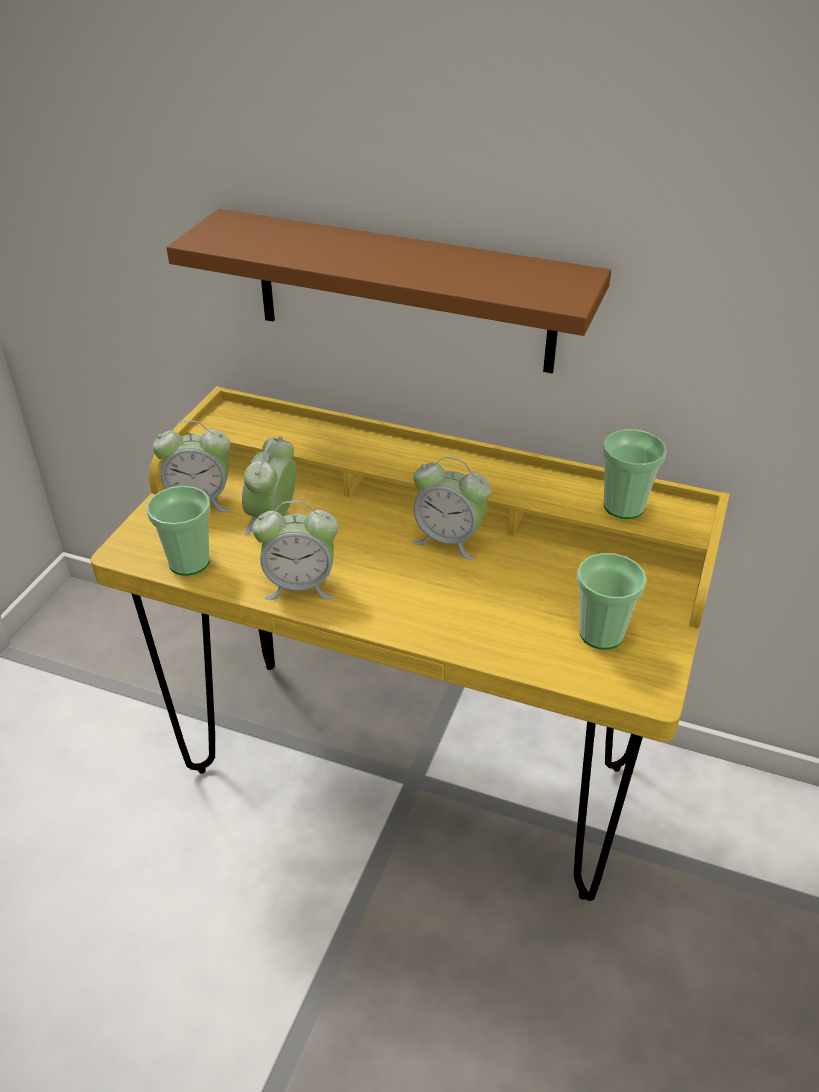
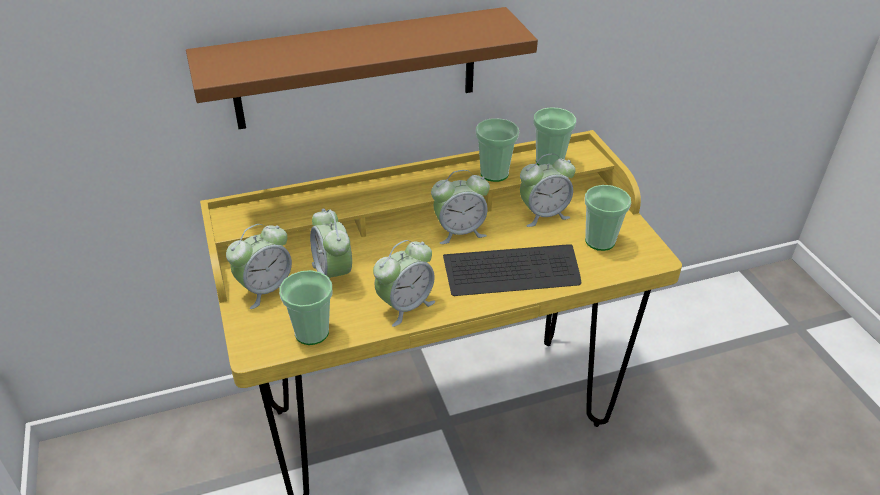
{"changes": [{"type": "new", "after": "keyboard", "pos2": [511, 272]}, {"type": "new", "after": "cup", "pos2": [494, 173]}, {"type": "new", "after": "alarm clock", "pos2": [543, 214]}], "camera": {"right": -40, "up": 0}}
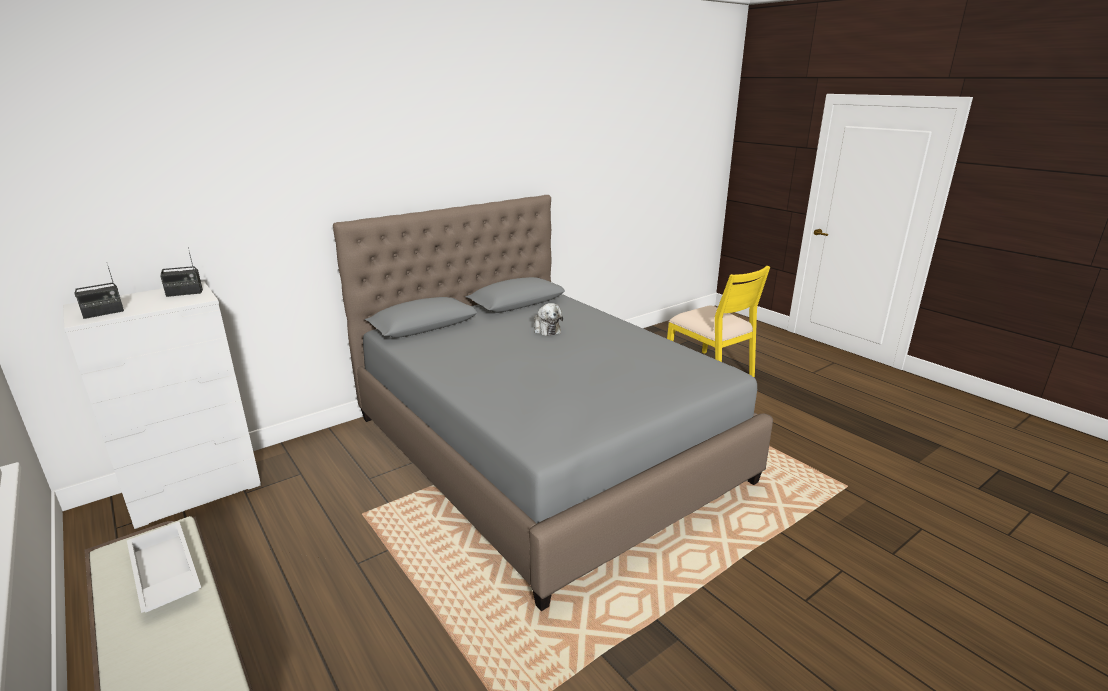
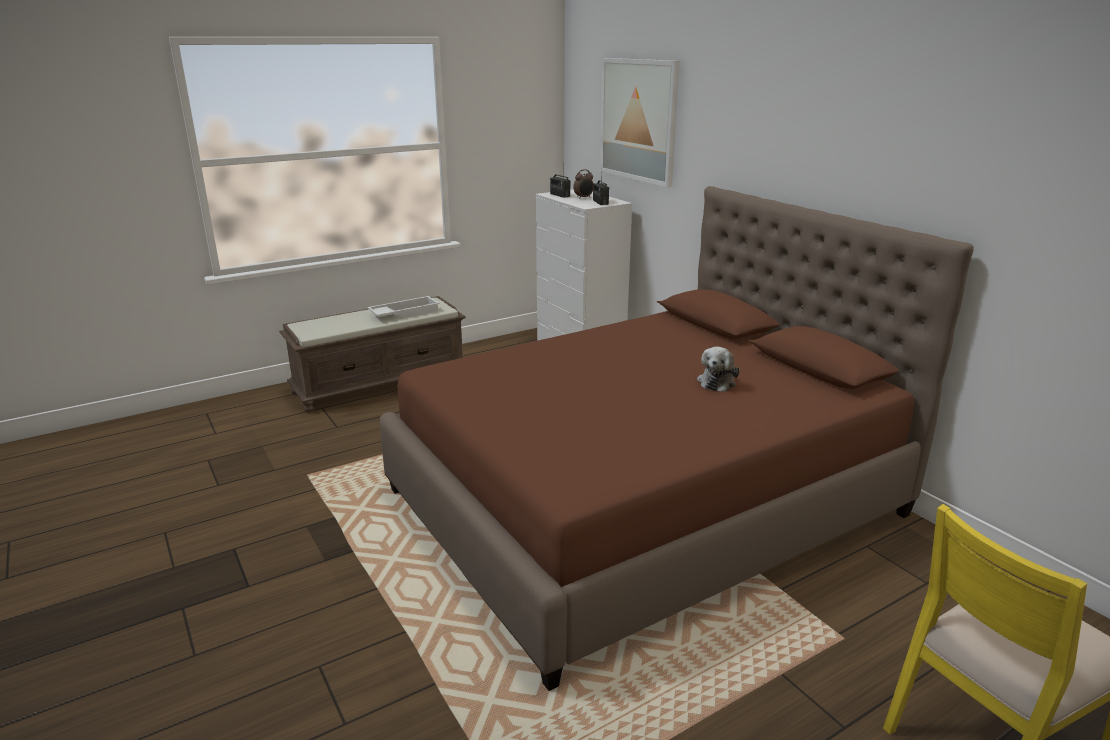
{"changes": [{"type": "repainted", "before": "grey bed", "after": "brown bed", "pos1": [544, 448], "pos2": [644, 503]}, {"type": "new", "after": "alarm clock", "pos2": [583, 198]}, {"type": "new", "after": "picture", "pos2": [638, 120]}, {"type": "rotated", "before": "plush toy", "pos1": [546, 329], "pos2": [717, 381], "turn": -45}], "camera": {"right": 95, "up": 0}}
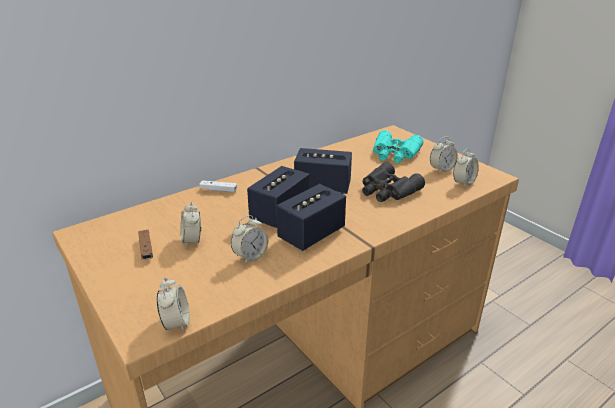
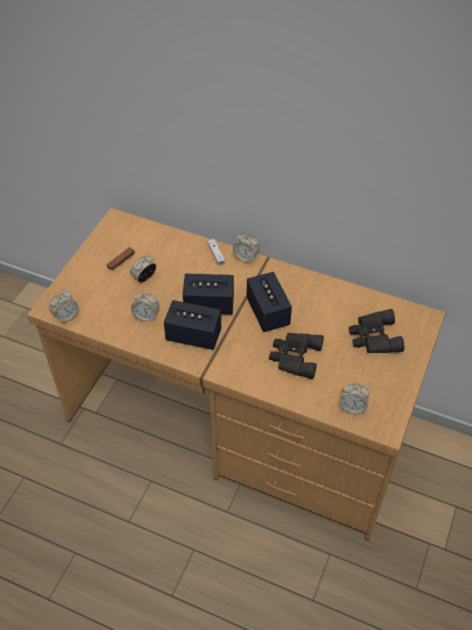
{"changes": [{"type": "shifted", "before": "alarm clock", "pos1": [441, 169], "pos2": [245, 257]}, {"type": "repainted", "before": "turquoise binoculars", "after": "black binoculars", "pos1": [395, 153], "pos2": [373, 337]}], "camera": {"right": 60, "up": 20}}
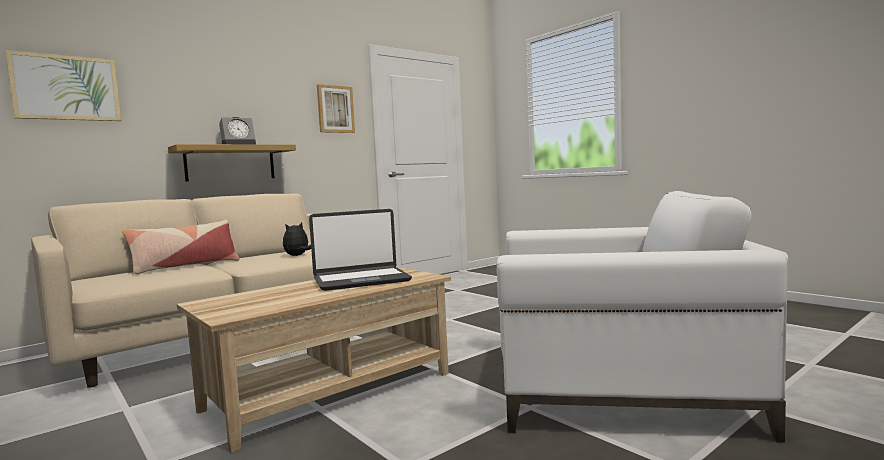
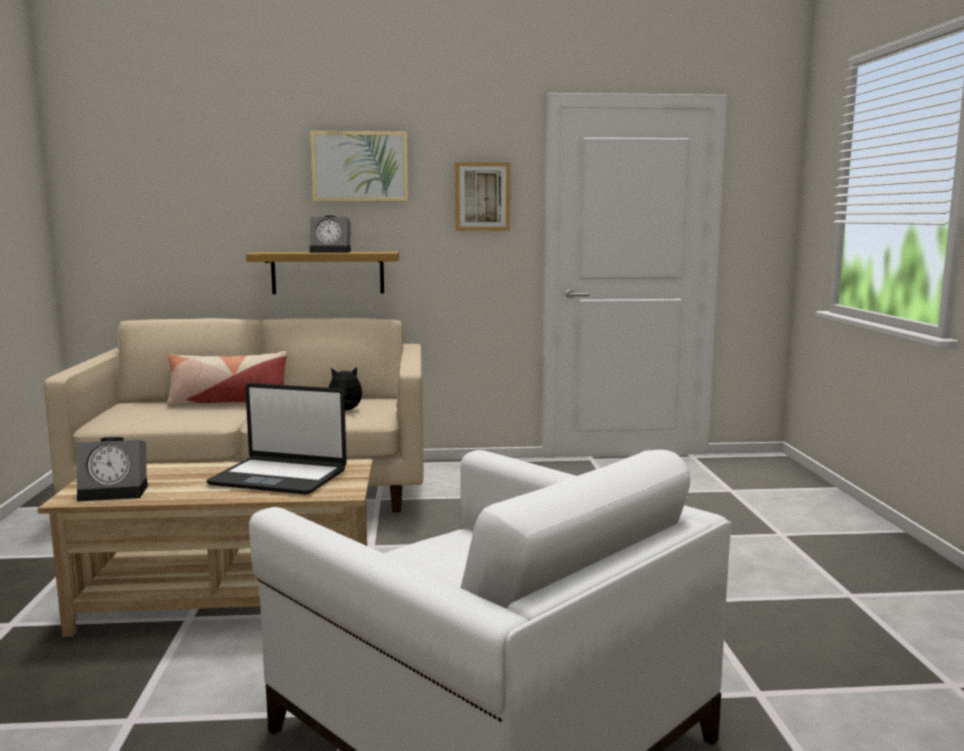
{"changes": [{"type": "new", "after": "alarm clock", "pos2": [116, 492]}, {"type": "shifted", "before": "picture", "pos1": [66, 88], "pos2": [360, 166]}], "camera": {"right": 35, "up": 5}}
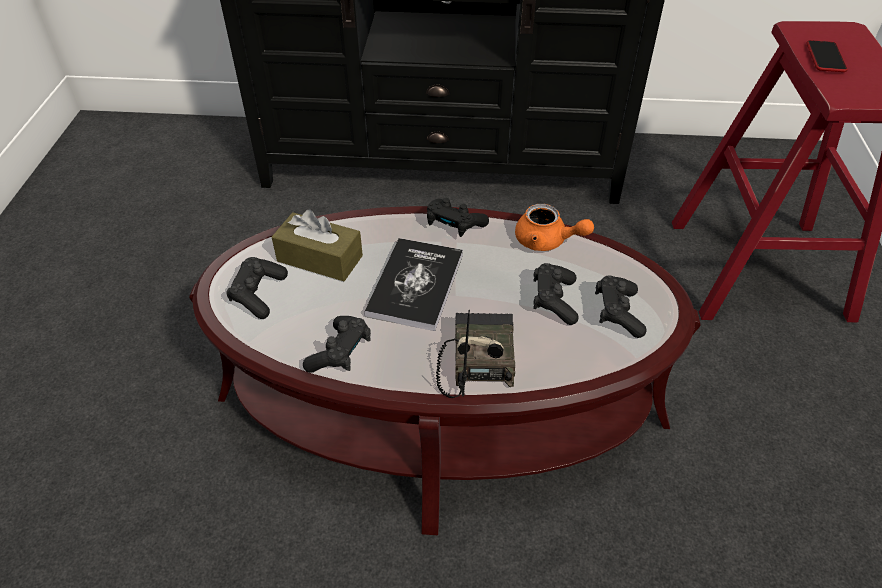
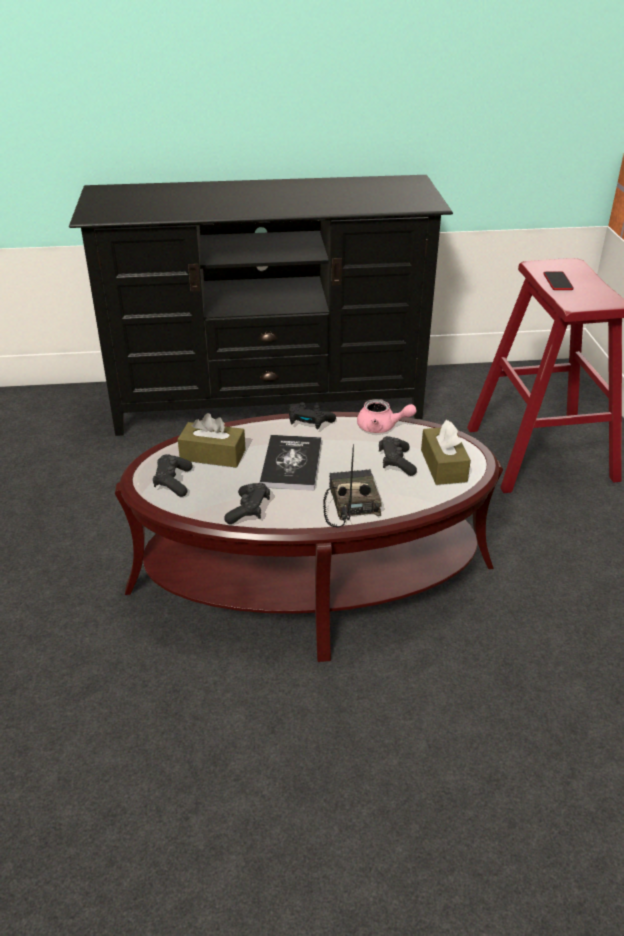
{"changes": [{"type": "repainted", "before": "orange teapot", "after": "pink teapot", "pos1": [547, 241], "pos2": [382, 427]}, {"type": "swapped", "before": "black game controller", "after": "brown tissue box", "pos1": [617, 313], "pos2": [443, 465]}], "camera": {"right": -10, "up": -10}}
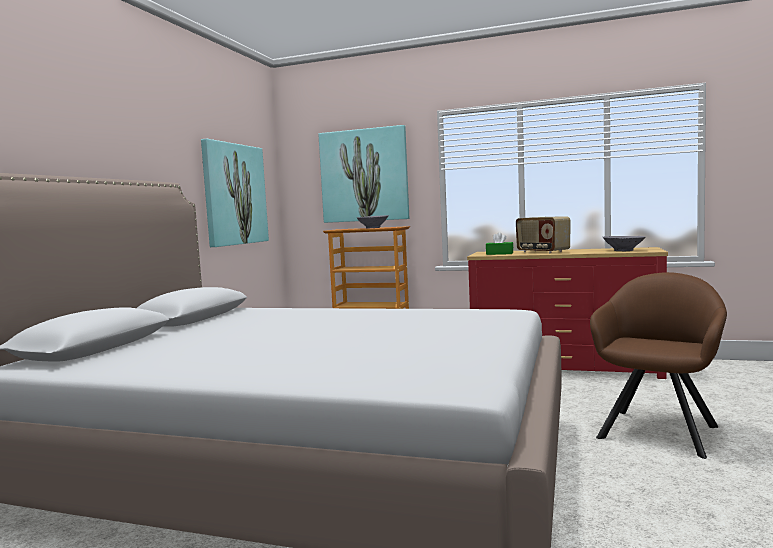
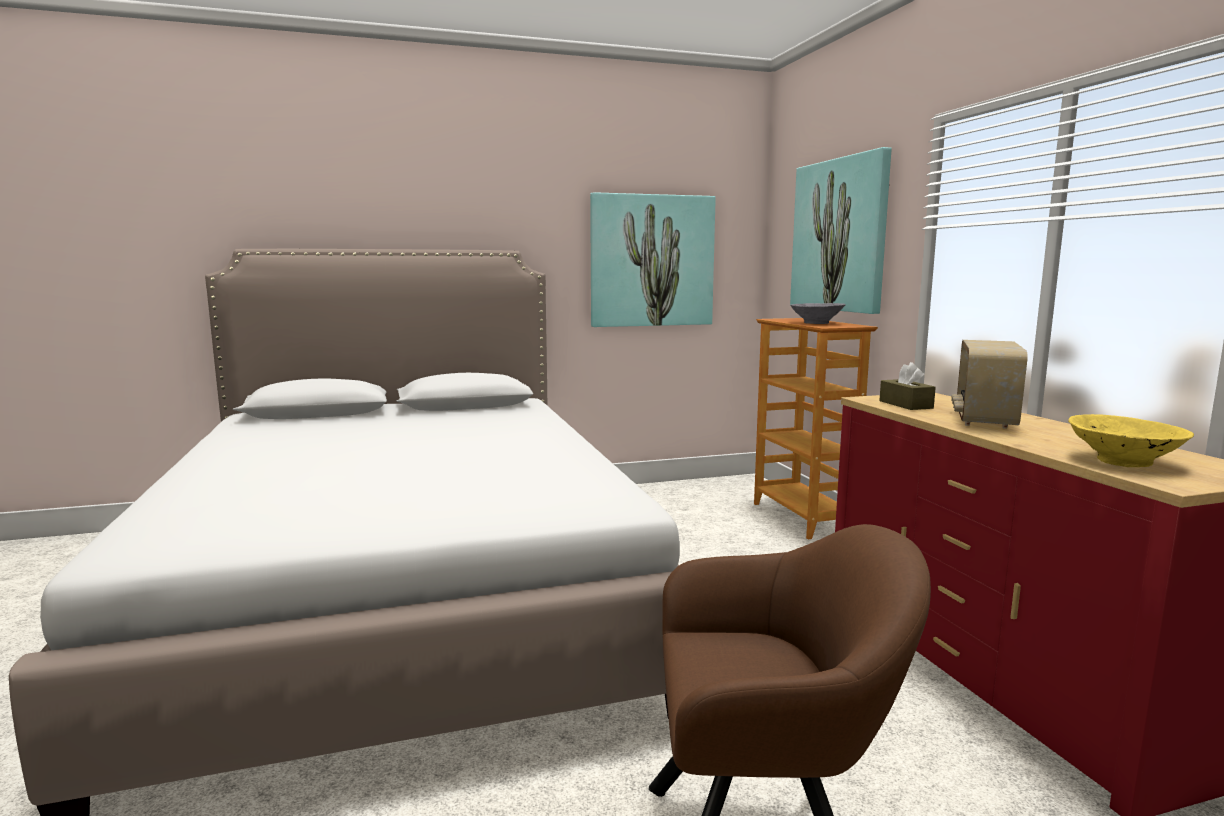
{"changes": [{"type": "repainted", "before": "green tissue box", "after": "brown tissue box", "pos1": [499, 254], "pos2": [905, 404]}, {"type": "repainted", "before": "grey bowl", "after": "yellow bowl", "pos1": [623, 250], "pos2": [1121, 461]}], "camera": {"right": 55, "up": 5}}
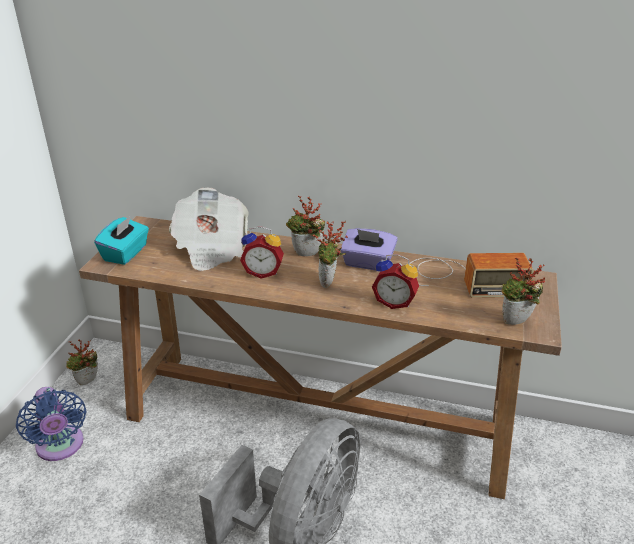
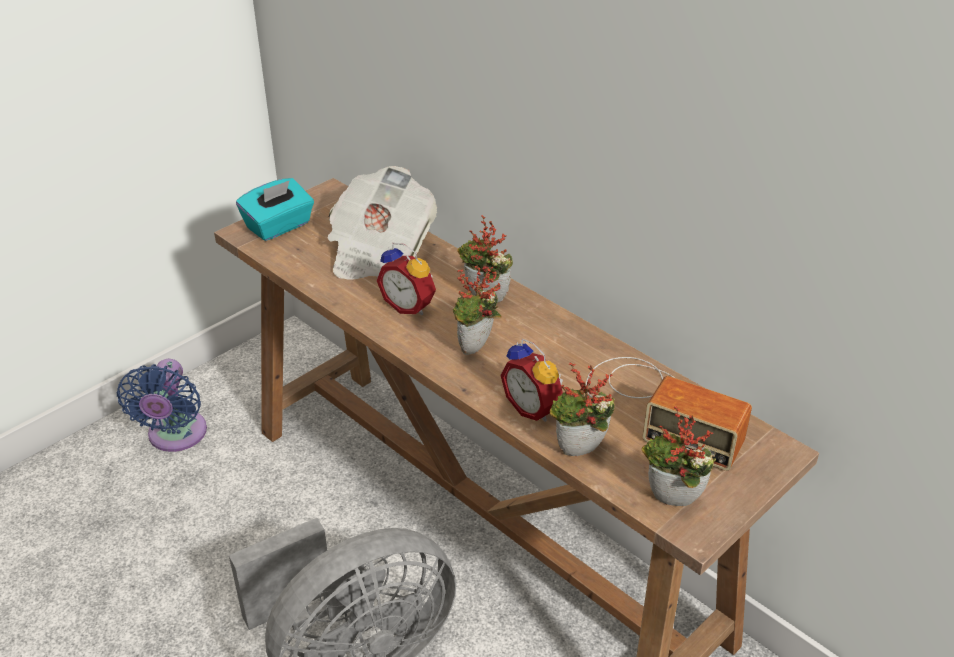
{"changes": [{"type": "shifted", "before": "potted plant", "pos1": [88, 382], "pos2": [579, 454]}, {"type": "gone", "before": "purple tissue box", "pos1": [367, 263]}], "camera": {"right": 30, "up": 5}}
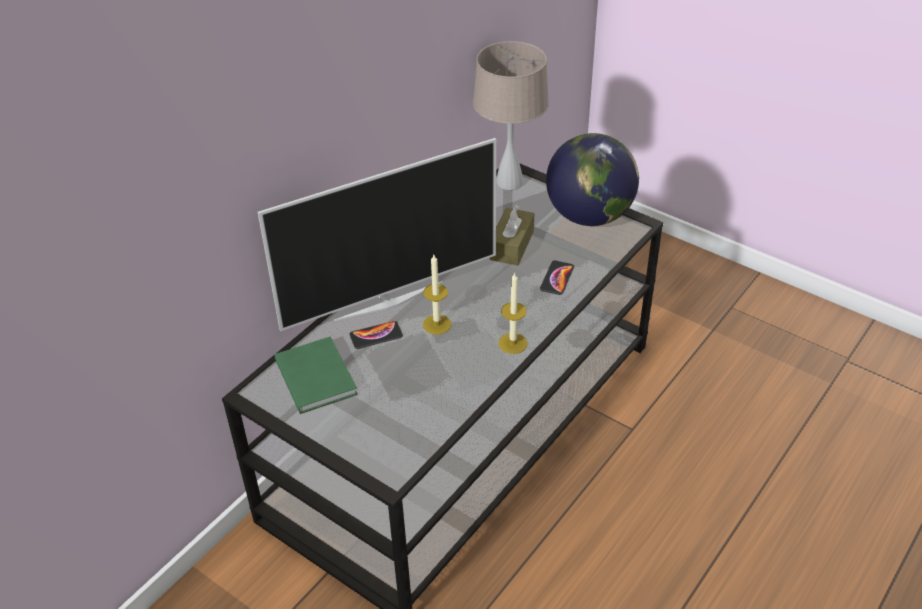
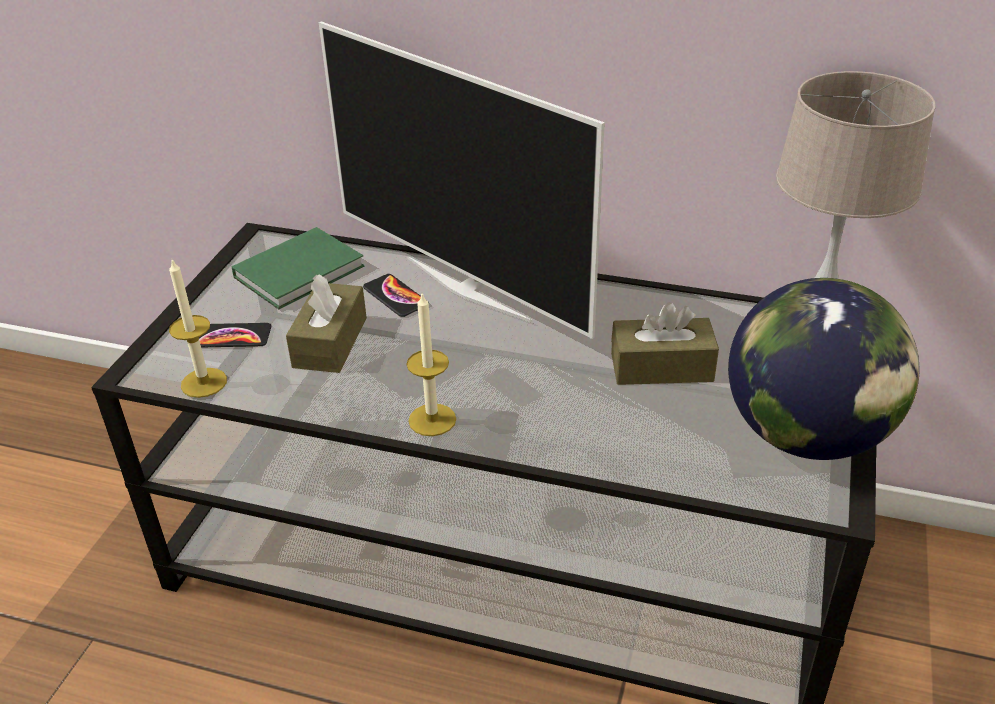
{"changes": [{"type": "shifted", "before": "candle", "pos1": [437, 324], "pos2": [204, 382]}, {"type": "shifted", "before": "phone", "pos1": [557, 278], "pos2": [232, 337]}, {"type": "new", "after": "brown tissue box", "pos2": [330, 342]}], "camera": {"right": 70, "up": -5}}
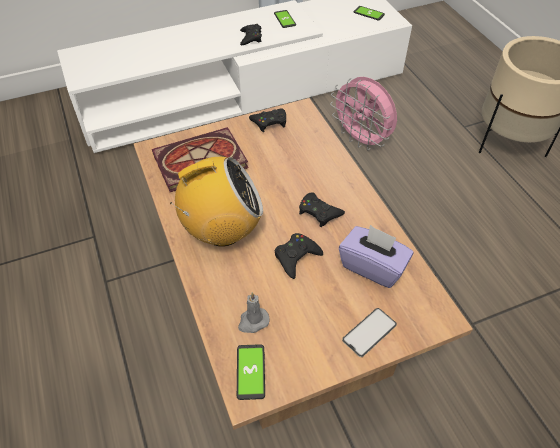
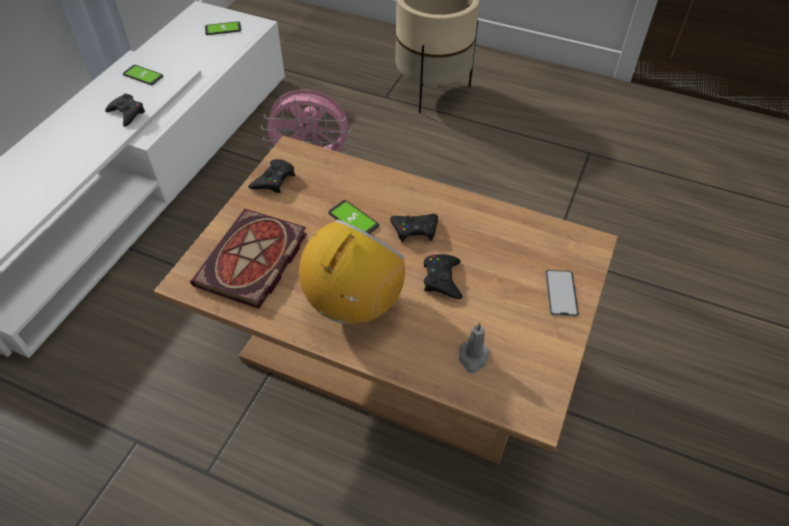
{"changes": [{"type": "shifted", "before": "phone", "pos1": [251, 372], "pos2": [353, 219]}, {"type": "gone", "before": "purple tissue box", "pos1": [372, 266]}], "camera": {"right": -45, "up": 0}}
